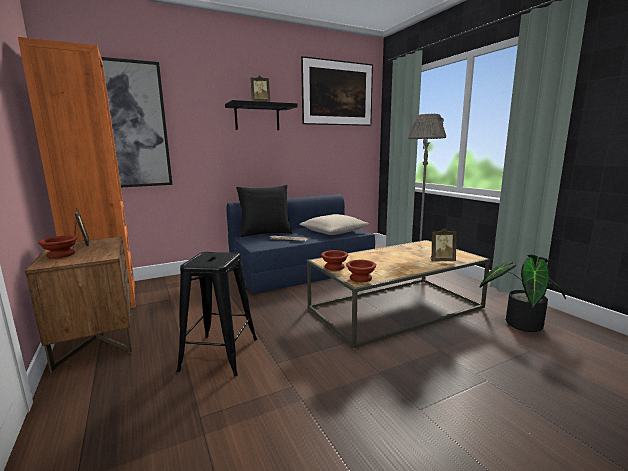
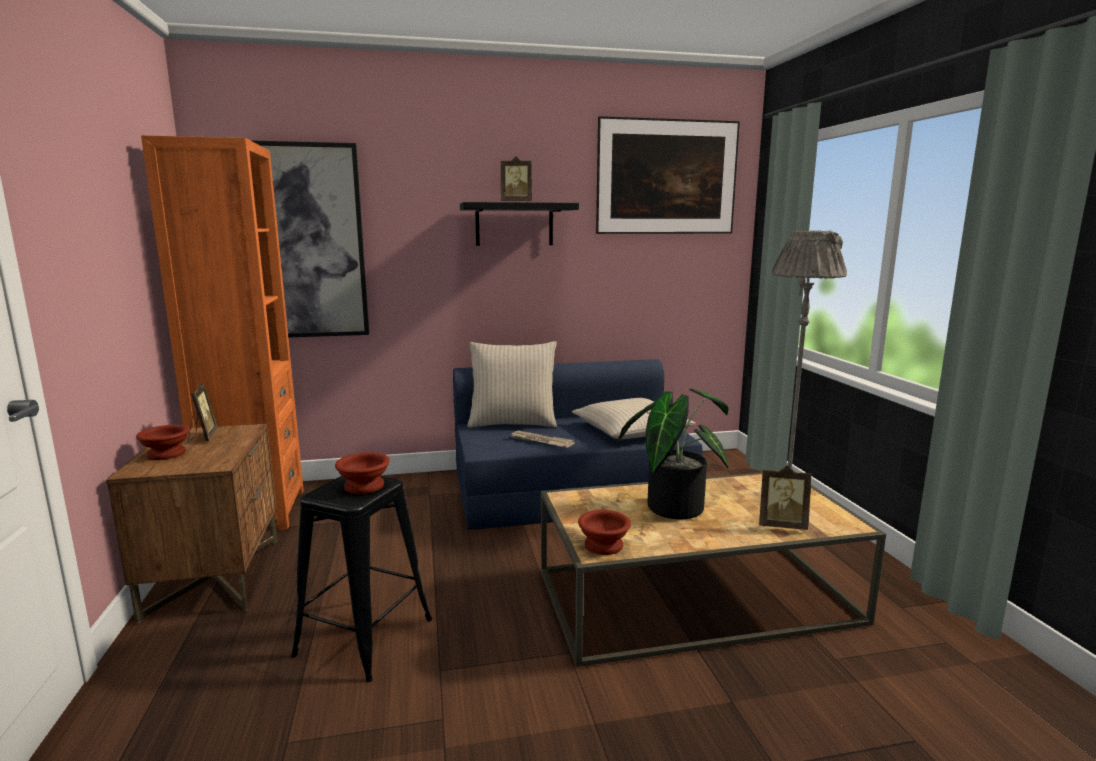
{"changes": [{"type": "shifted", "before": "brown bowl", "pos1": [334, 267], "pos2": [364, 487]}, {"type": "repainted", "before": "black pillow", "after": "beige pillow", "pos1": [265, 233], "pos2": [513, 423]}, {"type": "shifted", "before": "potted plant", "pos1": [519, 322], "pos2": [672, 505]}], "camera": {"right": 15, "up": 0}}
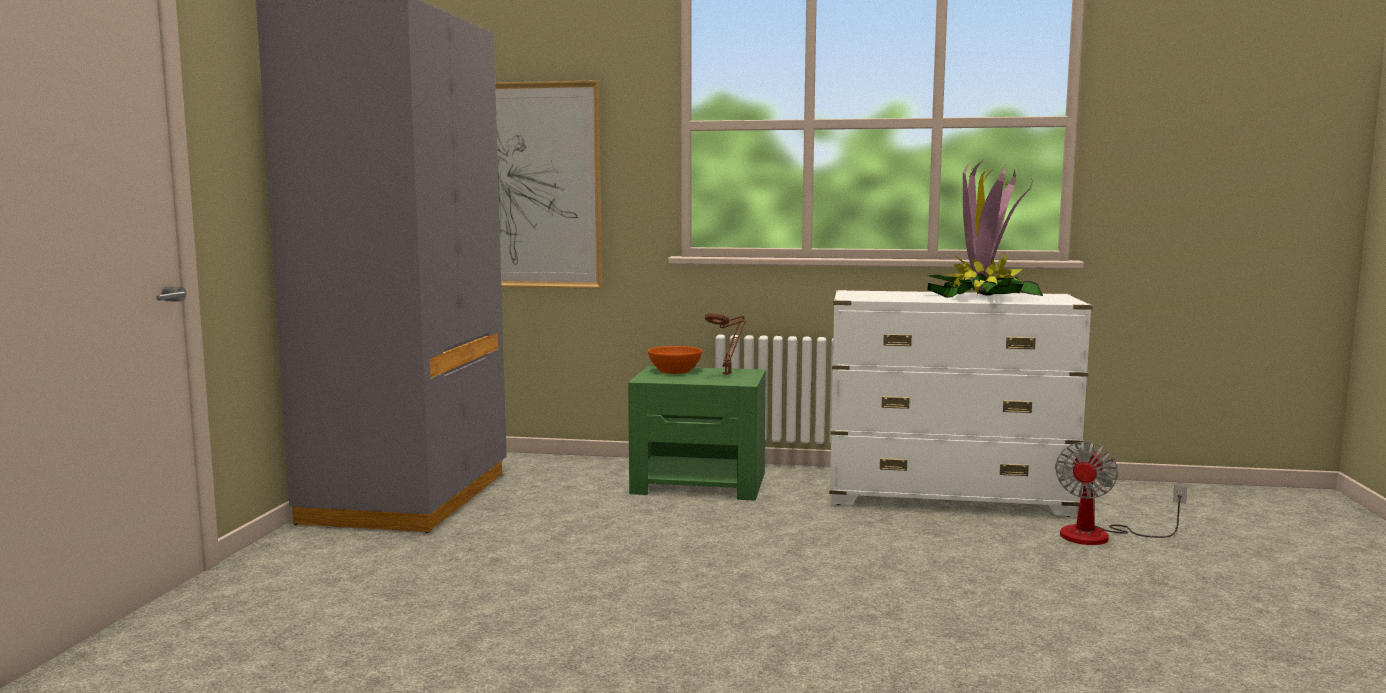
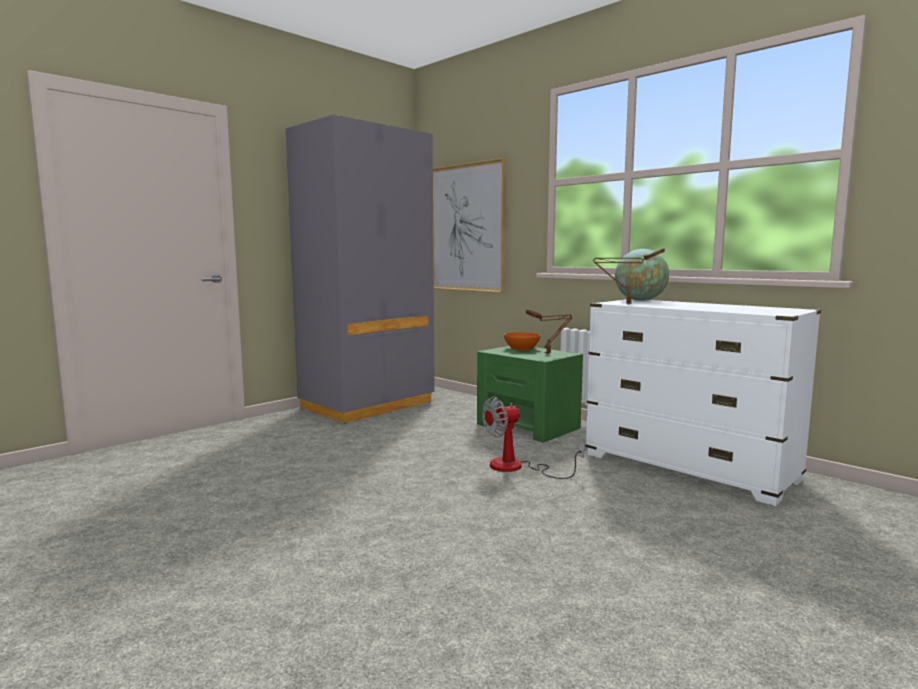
{"changes": [{"type": "shifted", "before": "fan", "pos1": [1100, 536], "pos2": [517, 467]}, {"type": "new", "after": "brown table lamp", "pos2": [626, 304]}, {"type": "new", "after": "globe", "pos2": [640, 300]}, {"type": "gone", "before": "potted plant", "pos1": [982, 297]}], "camera": {"right": 35, "up": 0}}
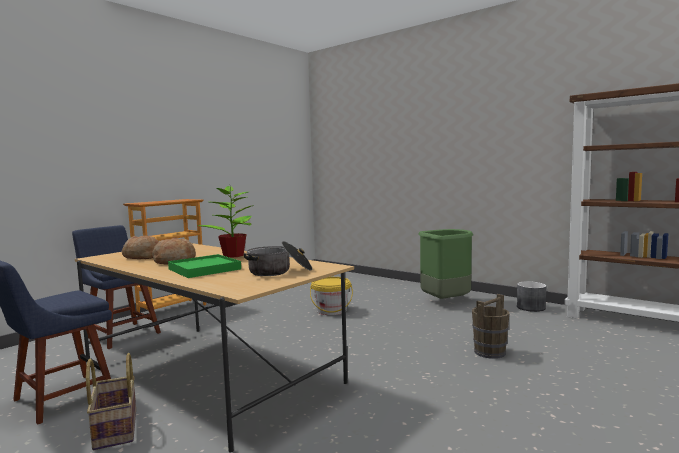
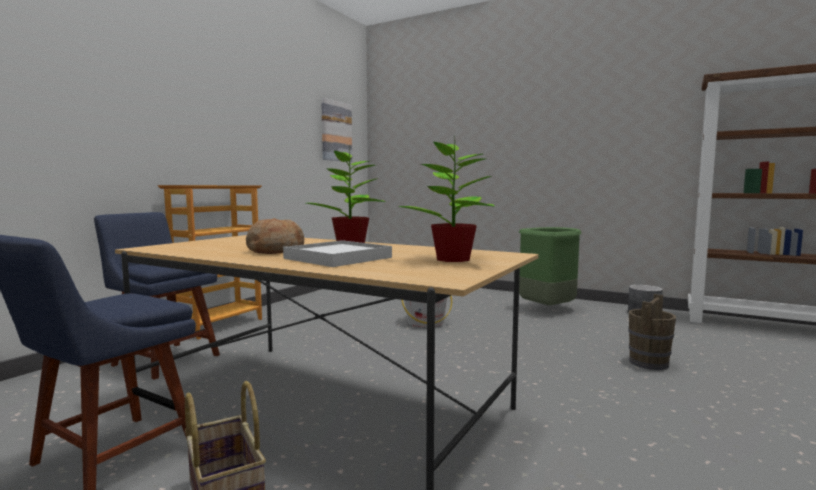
{"changes": [{"type": "repainted", "before": "green tray", "after": "white tray", "pos1": [204, 269], "pos2": [338, 258]}, {"type": "new", "after": "picture", "pos2": [336, 131]}, {"type": "swapped", "before": "cooking pot", "after": "potted plant", "pos1": [279, 271], "pos2": [452, 259]}, {"type": "gone", "before": "bread", "pos1": [143, 257]}], "camera": {"right": -10, "up": 0}}
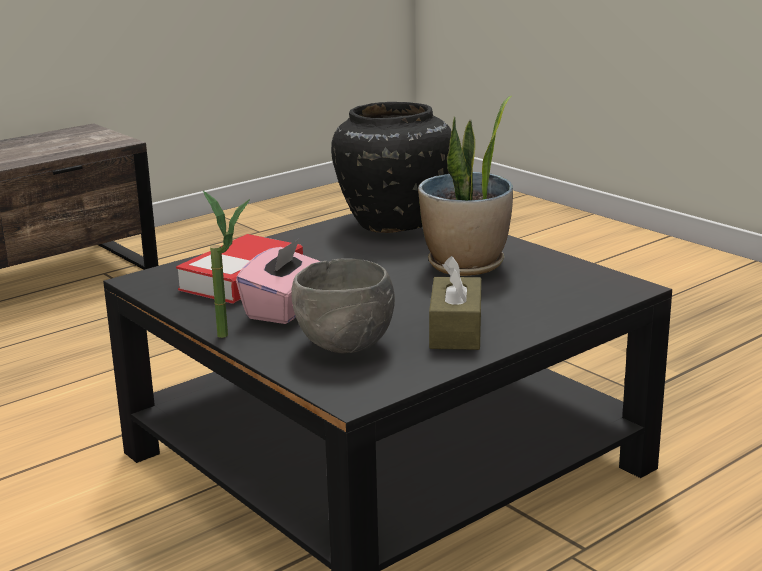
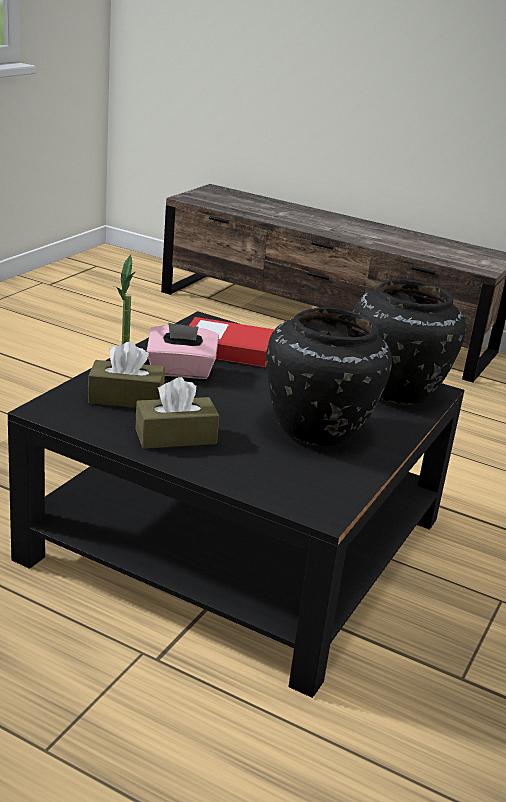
{"changes": [{"type": "swapped", "before": "grey bowl", "after": "brown tissue box", "pos1": [344, 346], "pos2": [126, 398]}, {"type": "swapped", "before": "potted plant", "after": "black vase", "pos1": [466, 265], "pos2": [319, 430]}], "camera": {"right": 65, "up": 5}}
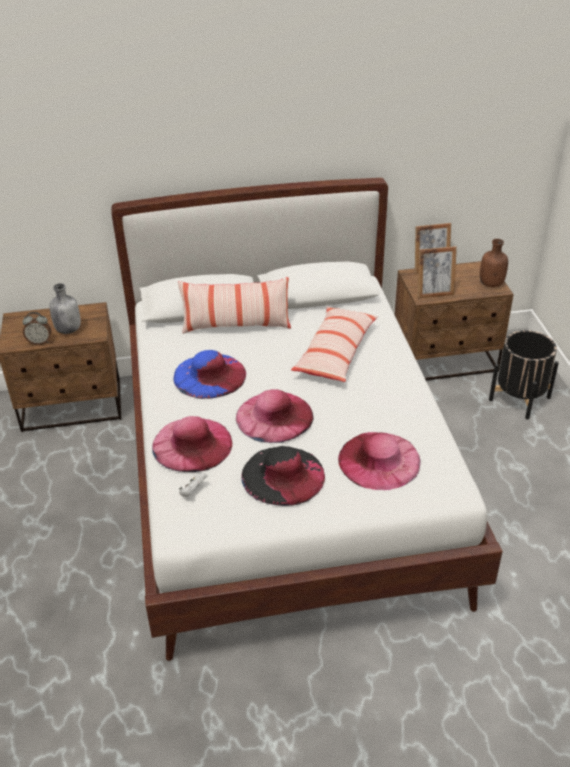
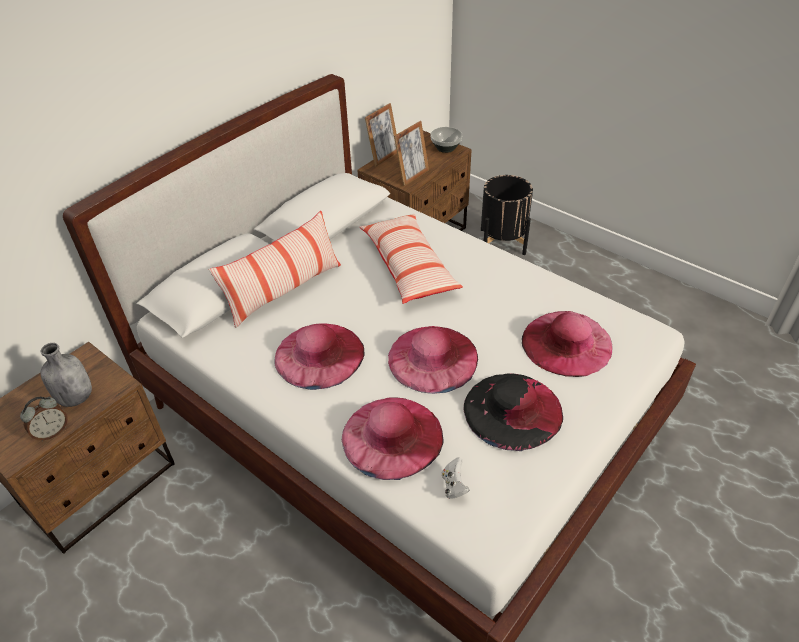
{"changes": [{"type": "repainted", "before": "blue hat", "after": "pink hat", "pos1": [209, 375], "pos2": [319, 355]}, {"type": "swapped", "before": "brown bottle", "after": "bowl", "pos1": [491, 284], "pos2": [446, 148]}], "camera": {"right": -40, "up": 5}}
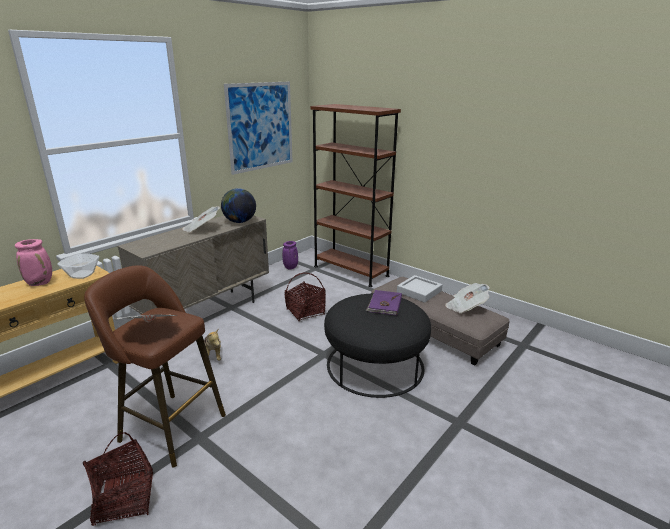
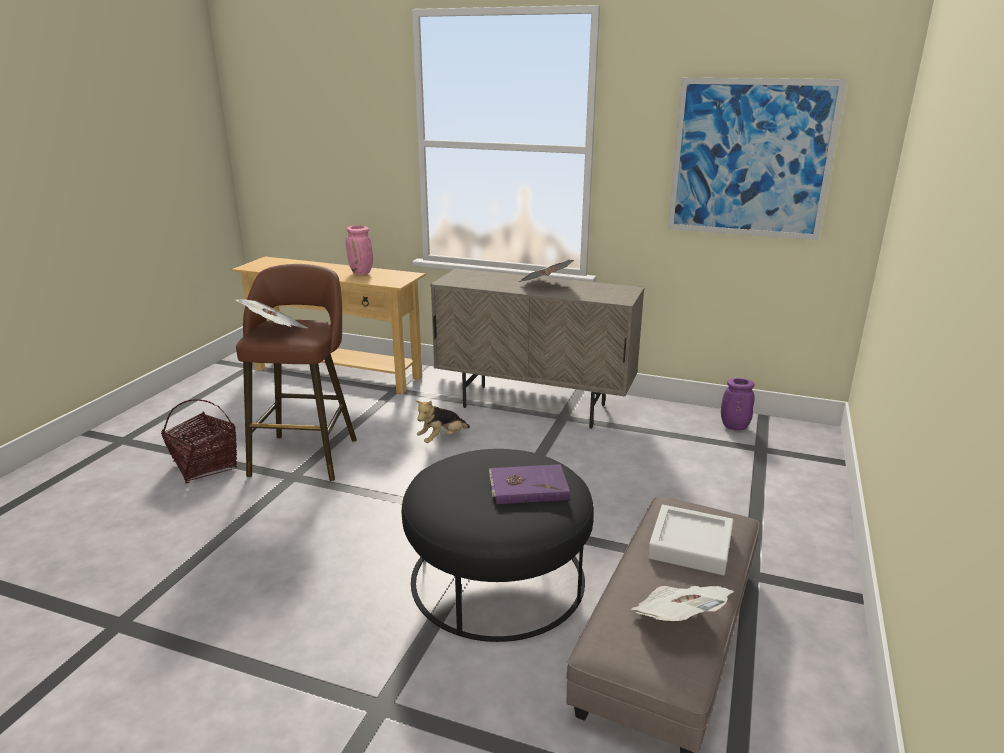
{"changes": [{"type": "gone", "before": "bowl", "pos1": [82, 274]}, {"type": "gone", "before": "globe", "pos1": [239, 222]}, {"type": "gone", "before": "basket", "pos1": [305, 312]}, {"type": "gone", "before": "brown bookcase", "pos1": [350, 271]}], "camera": {"right": 70, "up": 0}}
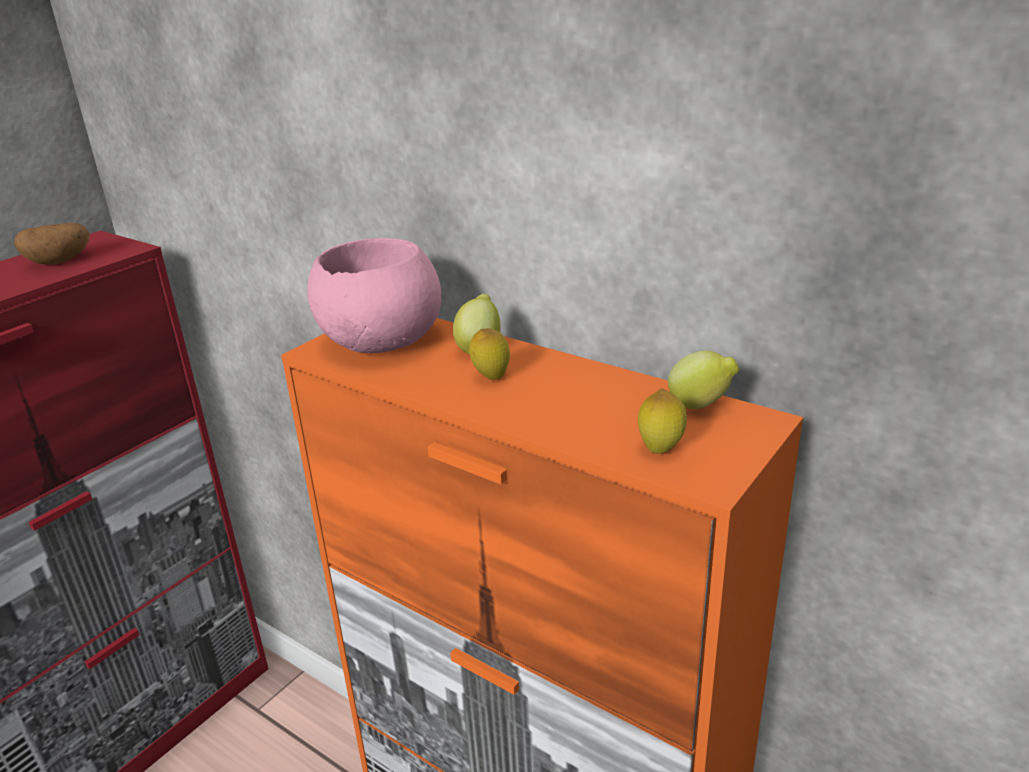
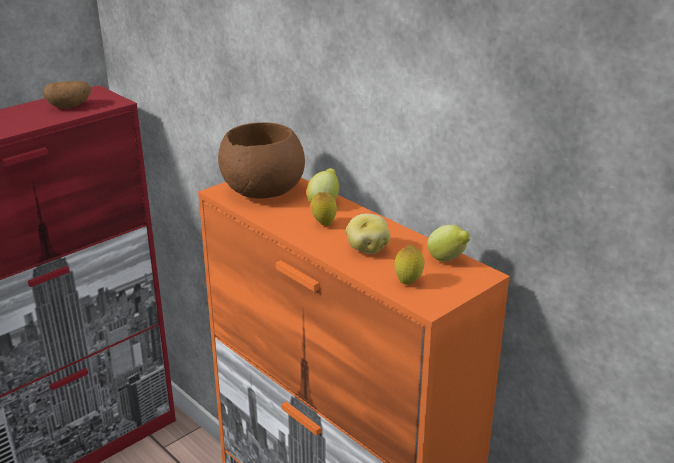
{"changes": [{"type": "repainted", "before": "pink bowl", "after": "brown bowl", "pos1": [379, 341], "pos2": [262, 190]}, {"type": "new", "after": "potato", "pos2": [367, 249]}], "camera": {"right": 10, "up": 0}}
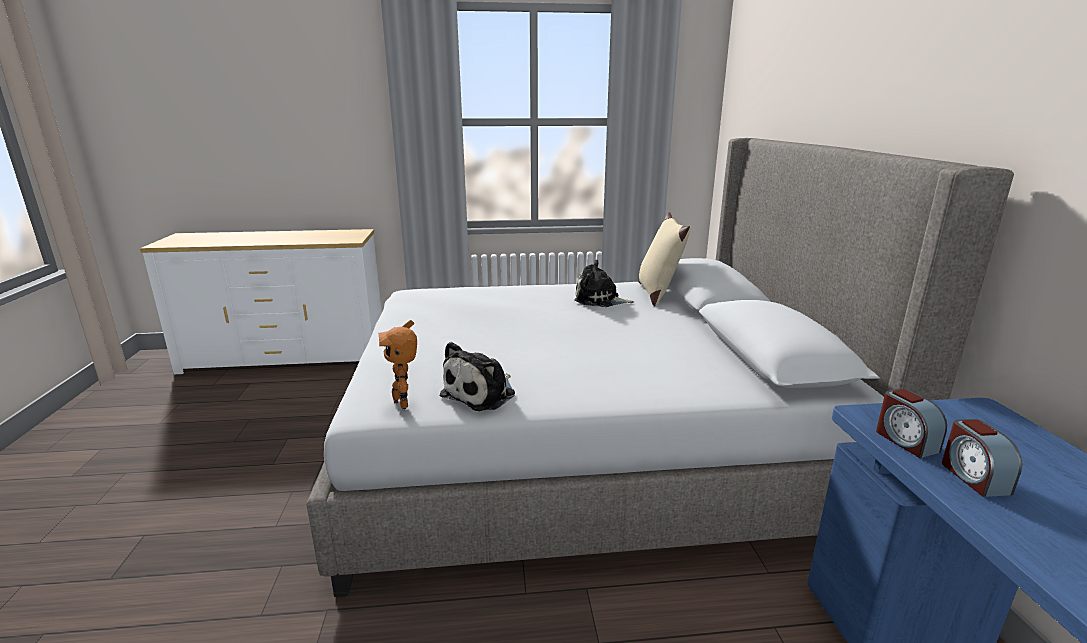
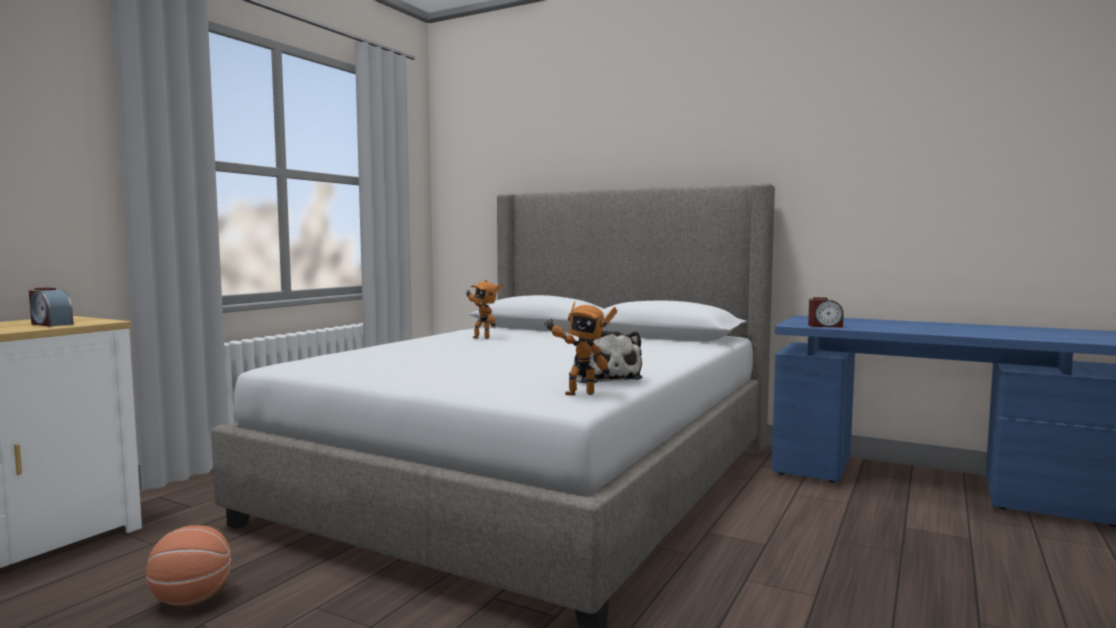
{"changes": [{"type": "shifted", "before": "alarm clock", "pos1": [973, 477], "pos2": [51, 324]}, {"type": "new", "after": "basketball", "pos2": [191, 600]}, {"type": "swapped", "before": "plush toy", "after": "toy robot", "pos1": [600, 300], "pos2": [482, 337]}, {"type": "gone", "before": "beige pillow", "pos1": [658, 293]}], "camera": {"right": -55, "up": -15}}
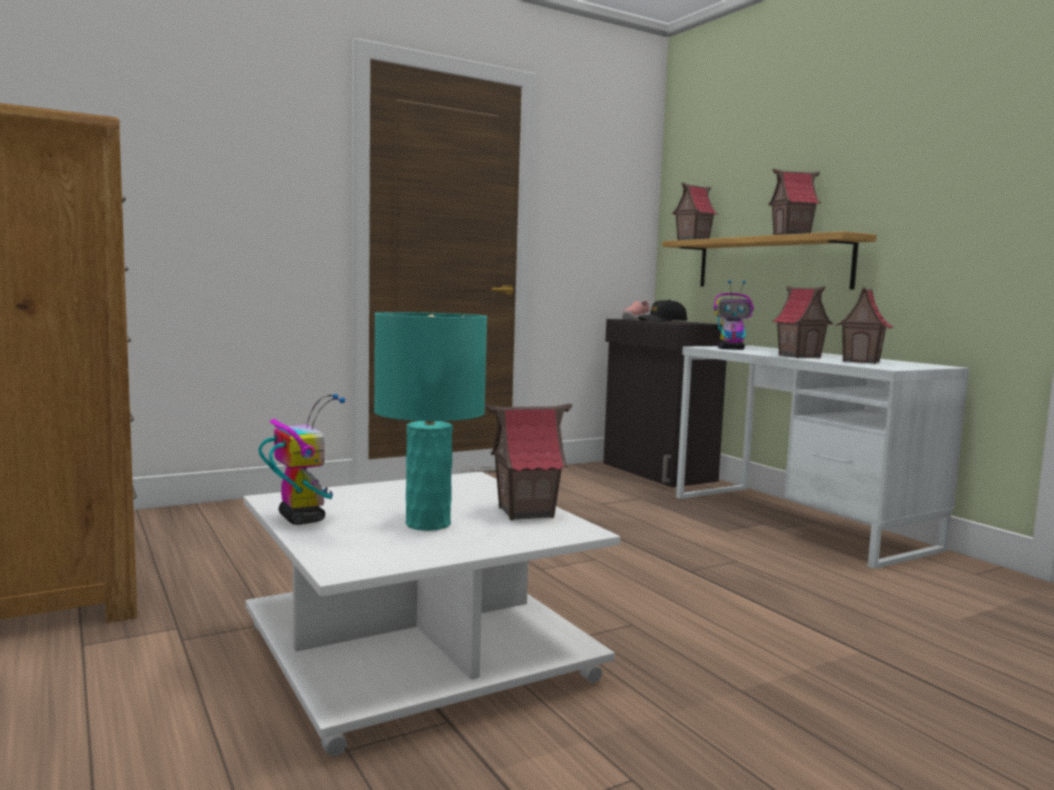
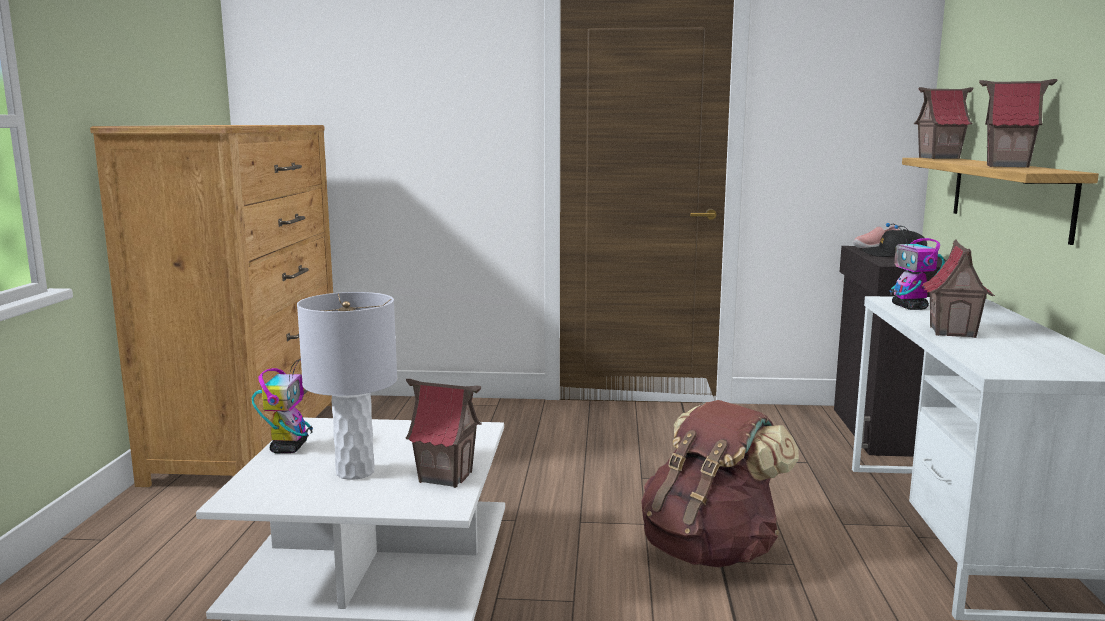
{"changes": [{"type": "repainted", "before": "turquoise table lamp", "after": "grey table lamp", "pos1": [429, 524], "pos2": [355, 472]}, {"type": "new", "after": "brown backpack", "pos2": [710, 550]}, {"type": "rotated", "before": "toy robot", "pos1": [731, 349], "pos2": [910, 307], "turn": 45}, {"type": "gone", "before": "toy house", "pos1": [861, 361]}], "camera": {"right": 35, "up": 5}}
